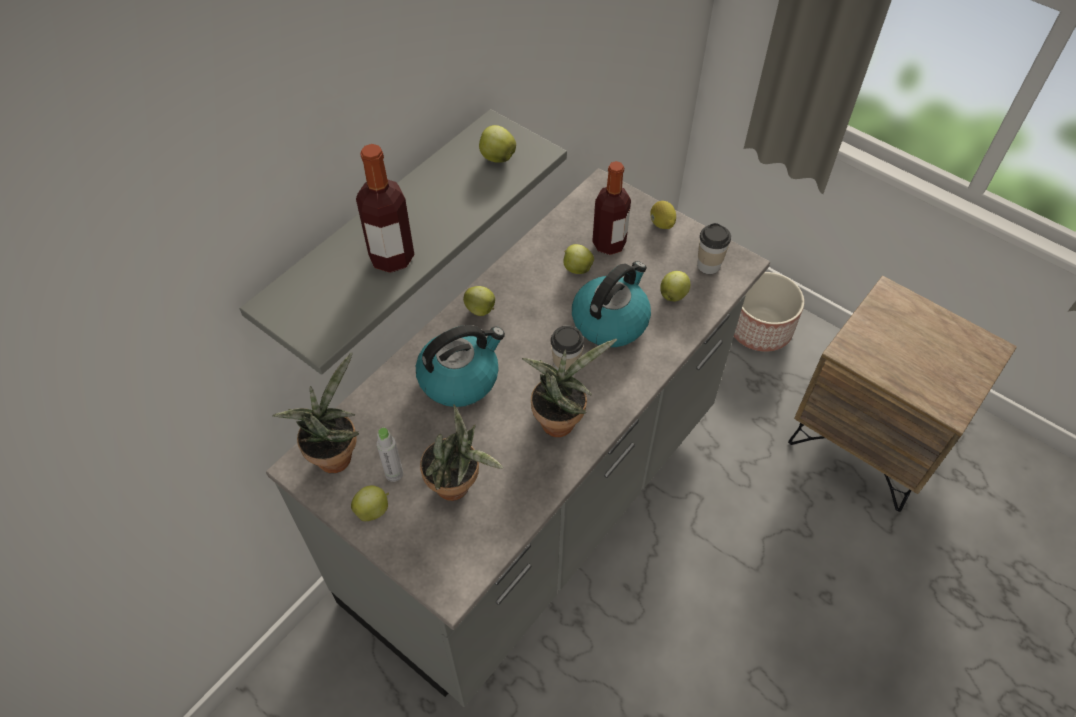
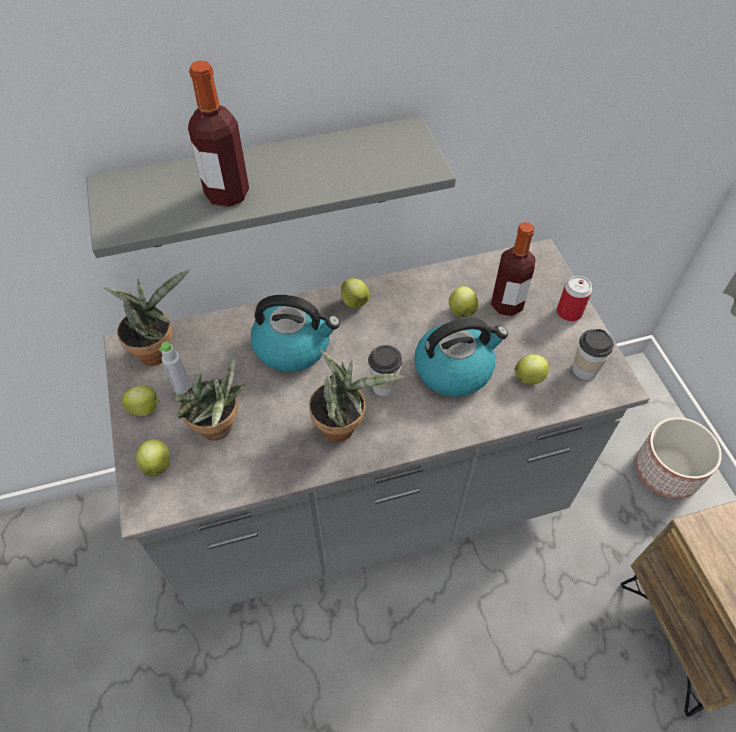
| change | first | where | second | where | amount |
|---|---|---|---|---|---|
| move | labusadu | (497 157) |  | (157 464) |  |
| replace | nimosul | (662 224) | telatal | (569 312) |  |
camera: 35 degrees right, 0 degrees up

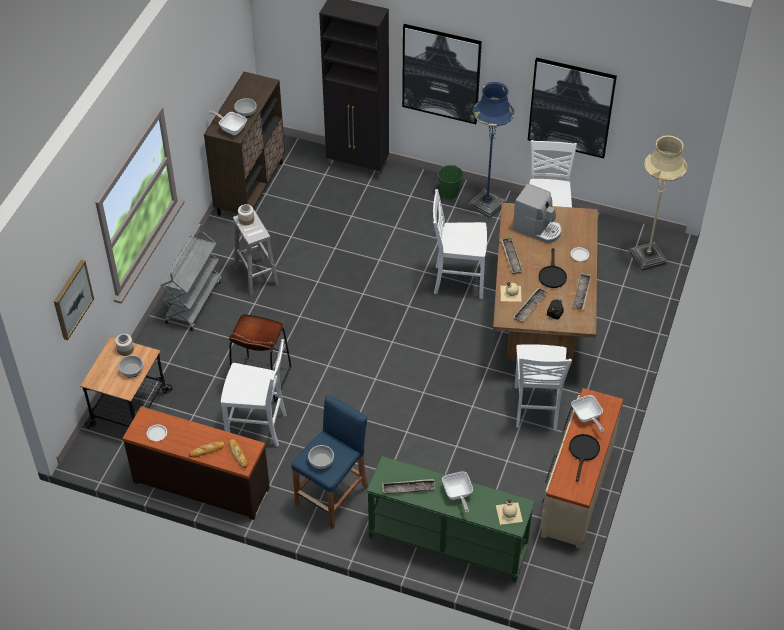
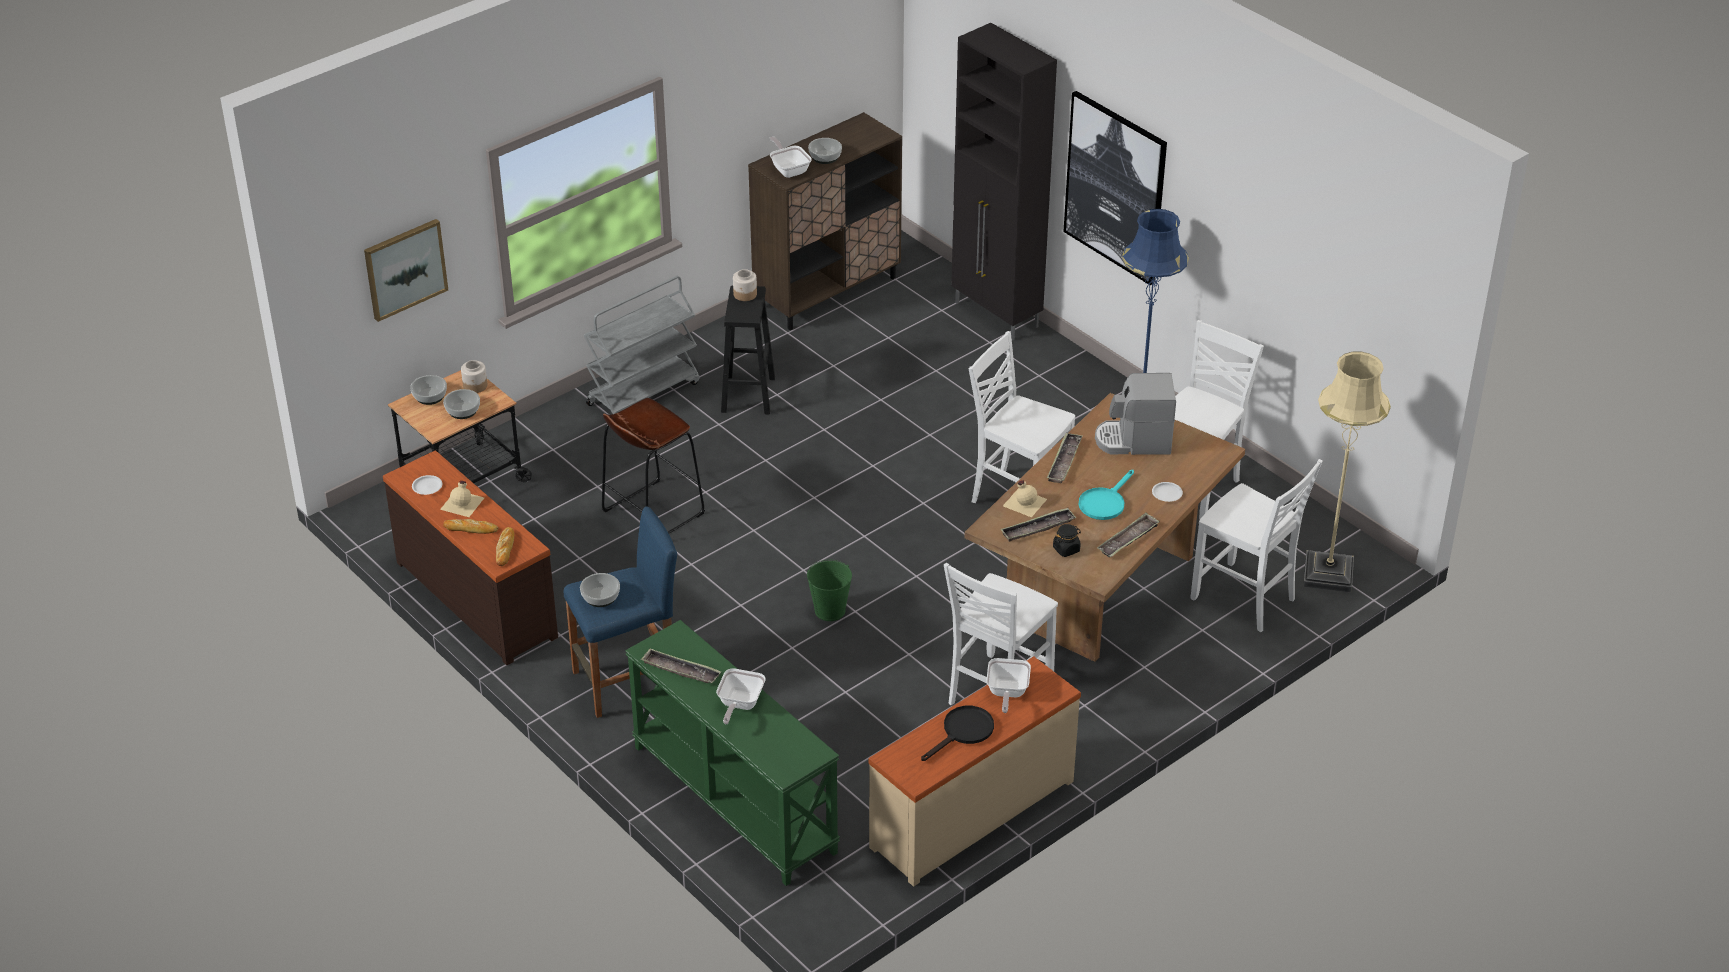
| change | first | where | second | where | amount |
|---|---|---|---|---|---|
| move | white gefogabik | (258 427) |  | (1245 599) |  |
| recolor | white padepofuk | (256 276) | black padepofuk | (748 394) |  |
| move | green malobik | (449 193) |  | (830 610) |  |
| move | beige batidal | (509 513) |  | (463 503) |  |
| rotate | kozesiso | (537 229) |  | (1133 441) | 120 degrees clockwise |
| delete | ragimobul | (571 107) |  |  |  |
| recolor | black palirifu | (552 275) | turquoise palirifu | (1104 502) |  |
| insert |  |  | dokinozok | (429 396) |  |
camera: 30 degrees right, 10 degrees down

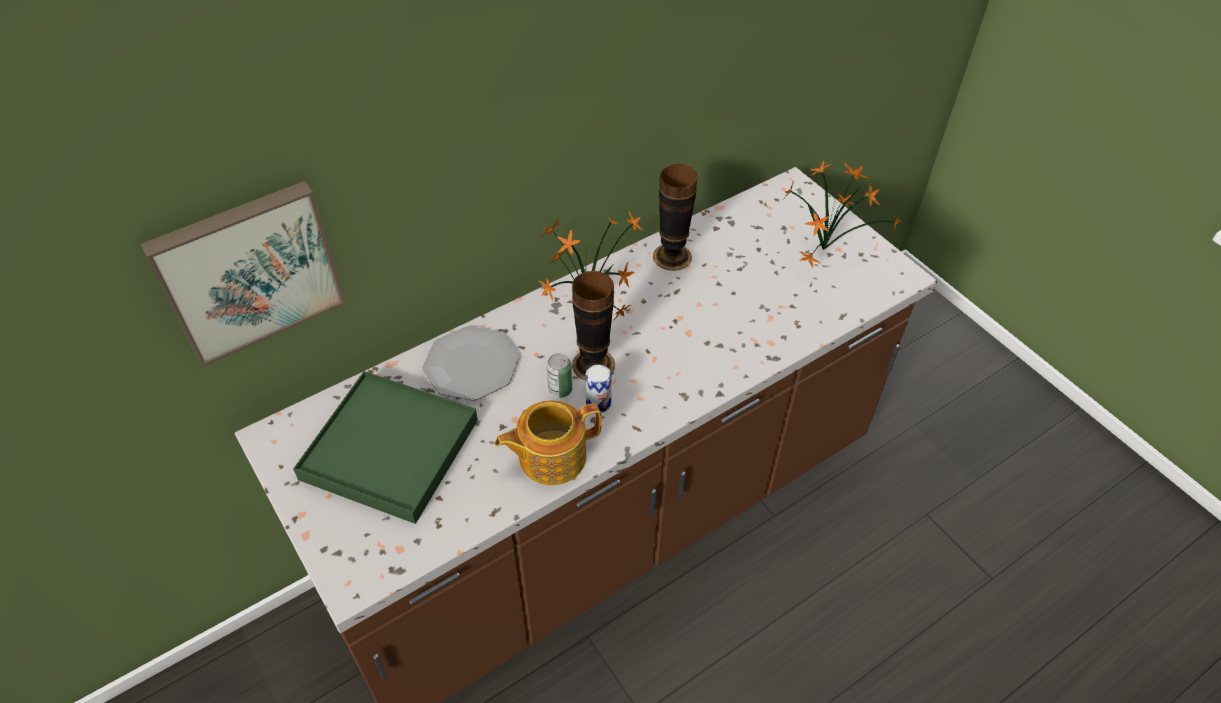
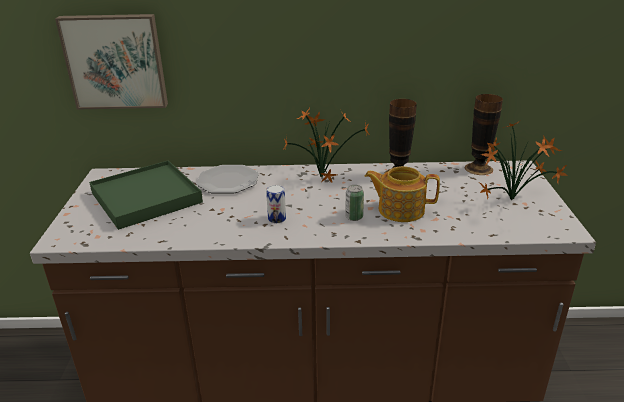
| change | first | where | second | where | amount |
|---|---|---|---|---|---|
| move | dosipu | (550 456) |  | (400 209) |  |
| move | telatal | (560 389) |  | (354 217) |  |
| move | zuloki | (593 364) |  | (478 168) |  |
camera: 35 degrees right, 20 degrees down

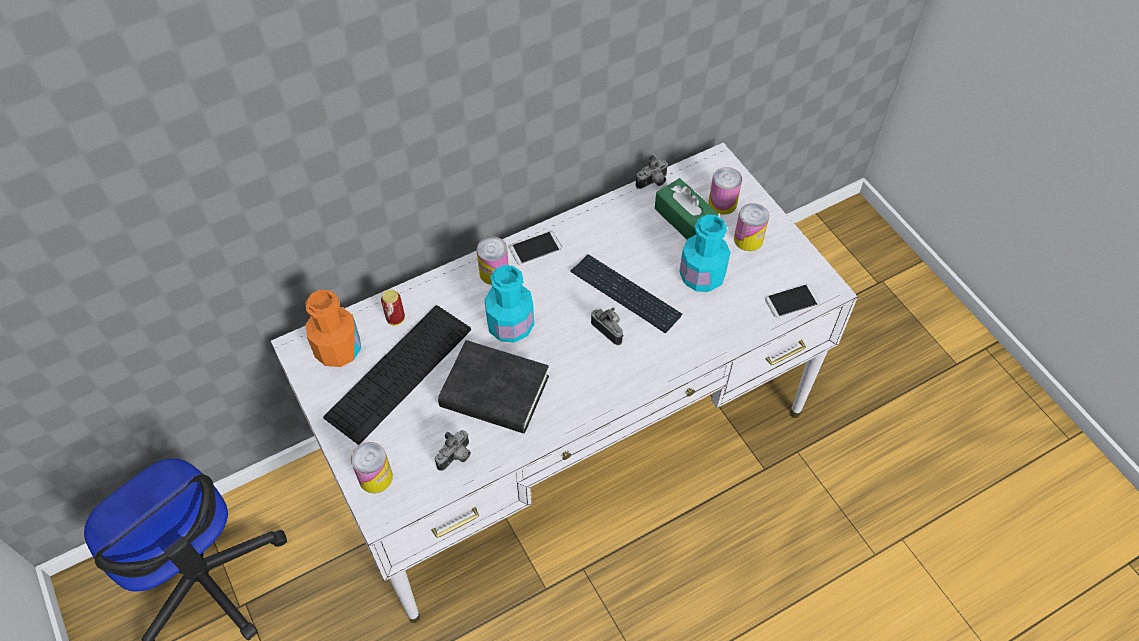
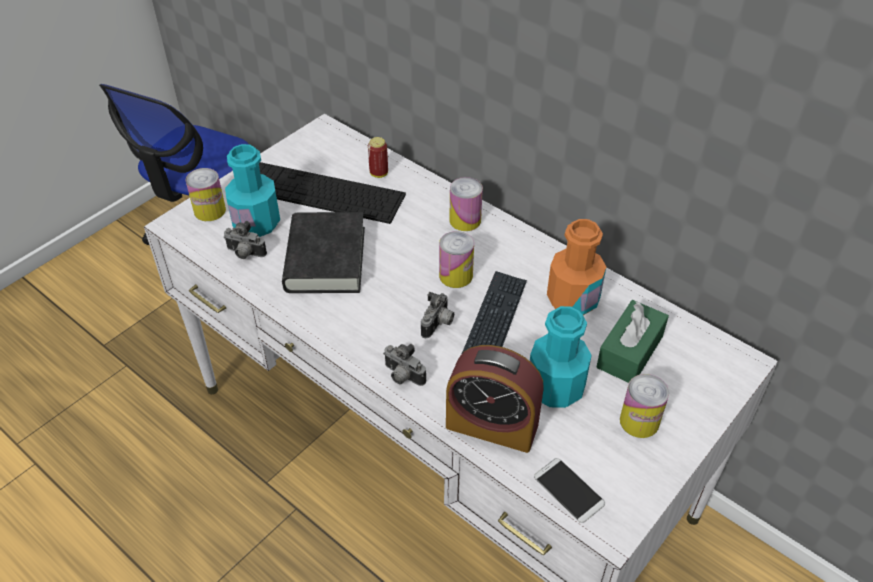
| change | first | where | second | where | amount |
|---|---|---|---|---|---|
| move | orange batidal | (338 349) |  | (572 299) |  |
| move | turquoise batidal | (510 325) |  | (256 223) |  |
| delete | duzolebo | (535 248) |  |  |  |
| move | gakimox | (653 183) |  | (402 377) |  |
| move | telatal | (722 203) |  | (456 275) |  |
| insert |  |  | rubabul | (492 425) |  |
camera: 70 degrees right, 10 degrees down

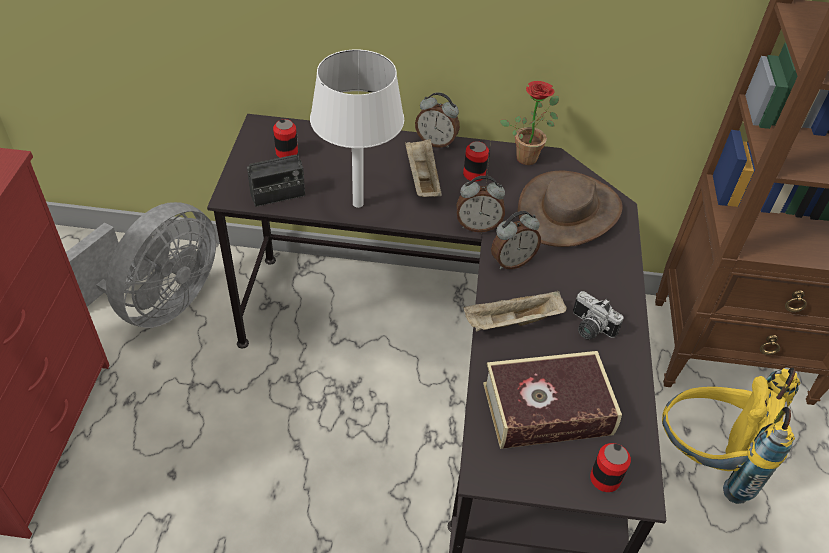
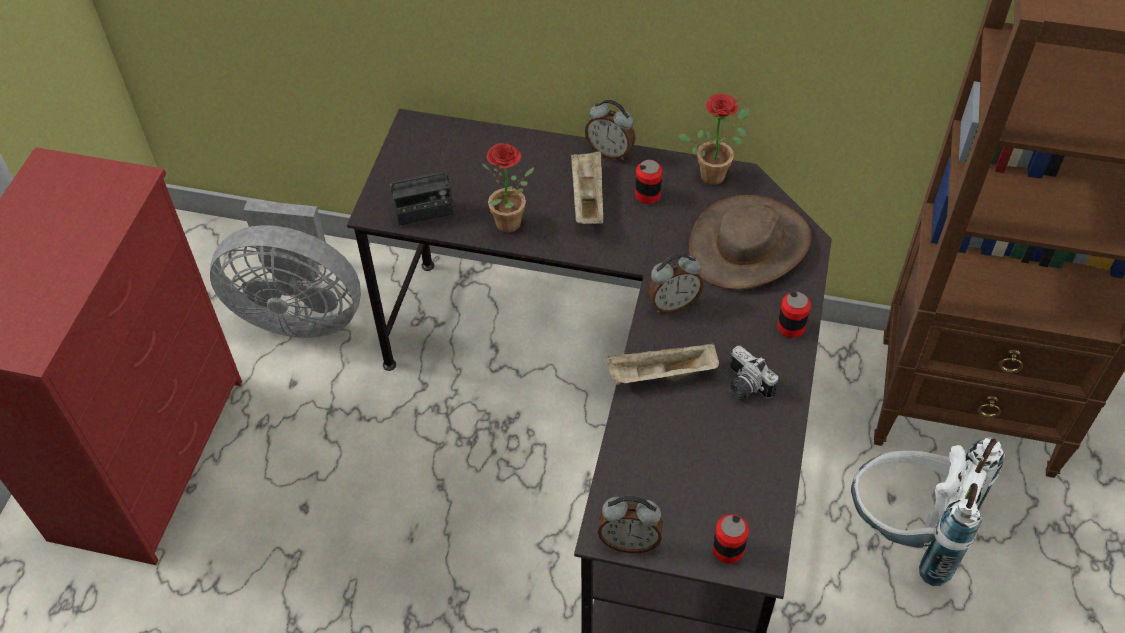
| change | first | where | second | where | amount |
|---|---|---|---|---|---|
| rotate | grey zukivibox | (159 304) |  | (299 313) | 60 degrees clockwise |
| move | telatal | (286 152) |  | (791 327) |  |
| replace | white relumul | (358 204) | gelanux | (511 227) |  |
| move | rubabul | (478 226) |  | (629 541) |  |
| delete | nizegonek | (547 409) |  |  |  |
| recolor | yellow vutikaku | (704 460) | white vutikaku | (905 534) |  |
camera: 10 degrees right, 5 degrees up

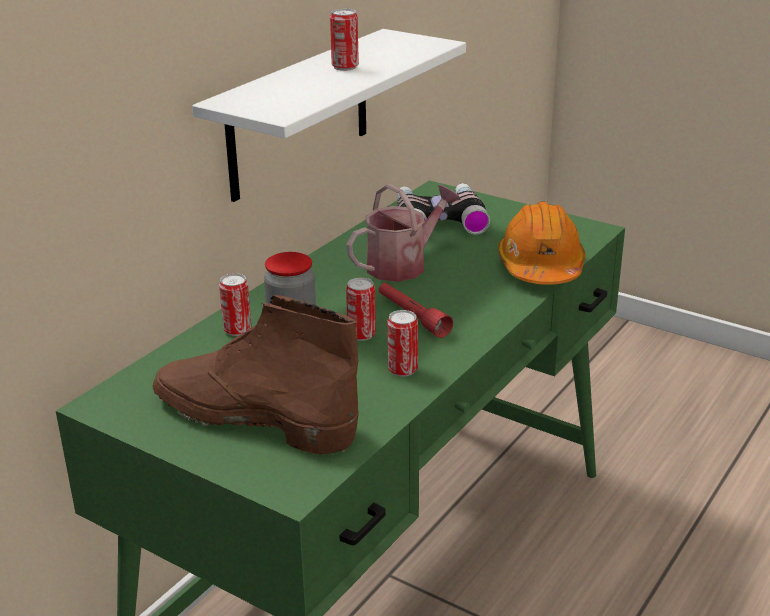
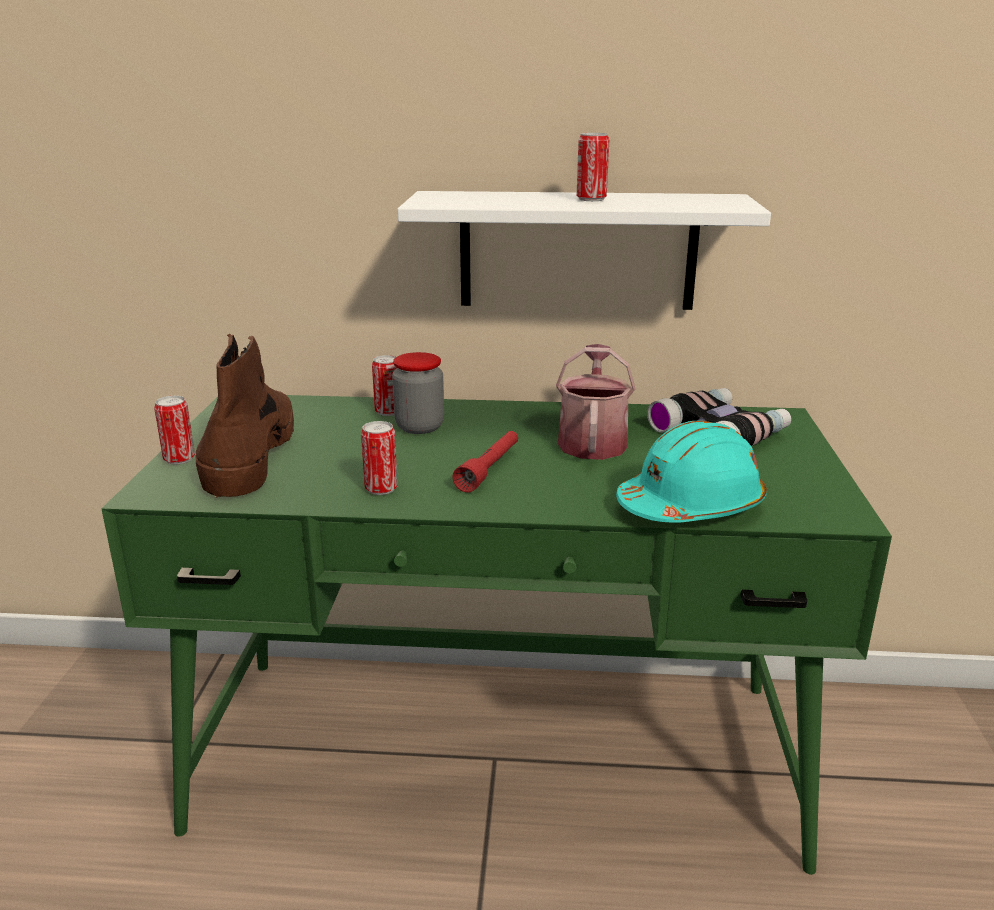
| change | first | where | second | where | amount |
|---|---|---|---|---|---|
| rotate | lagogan | (403 264) |  | (592 440) | 105 degrees counterclockwise |
| move | telatal | (361 335) |  | (179 459) |  |
| recolor | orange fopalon | (541 267) | turquoise fopalon | (691 506) |  |
camera: 60 degrees right, 5 degrees down

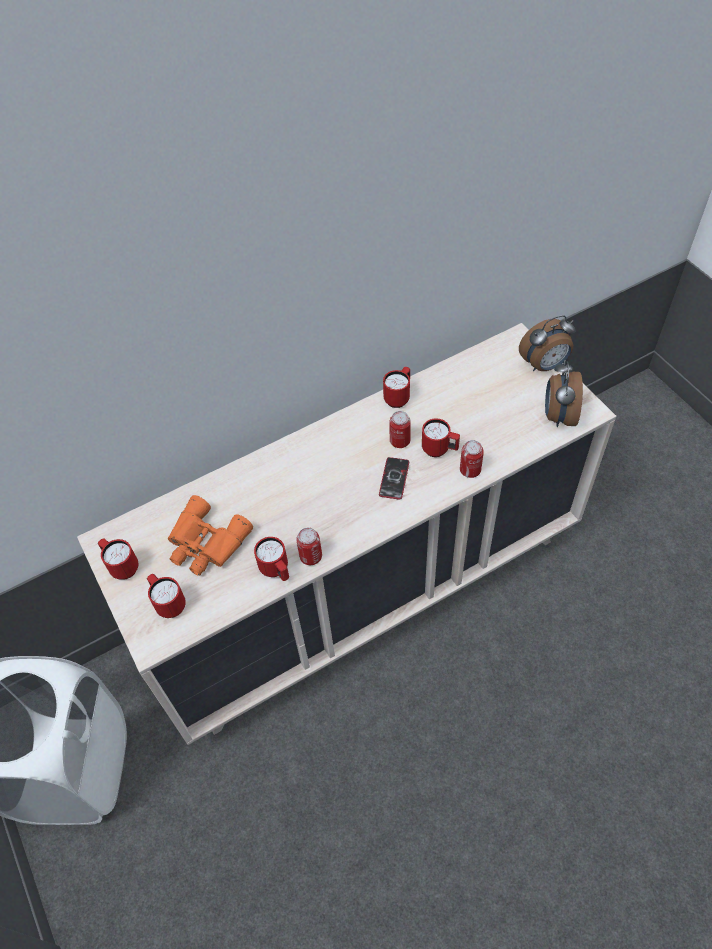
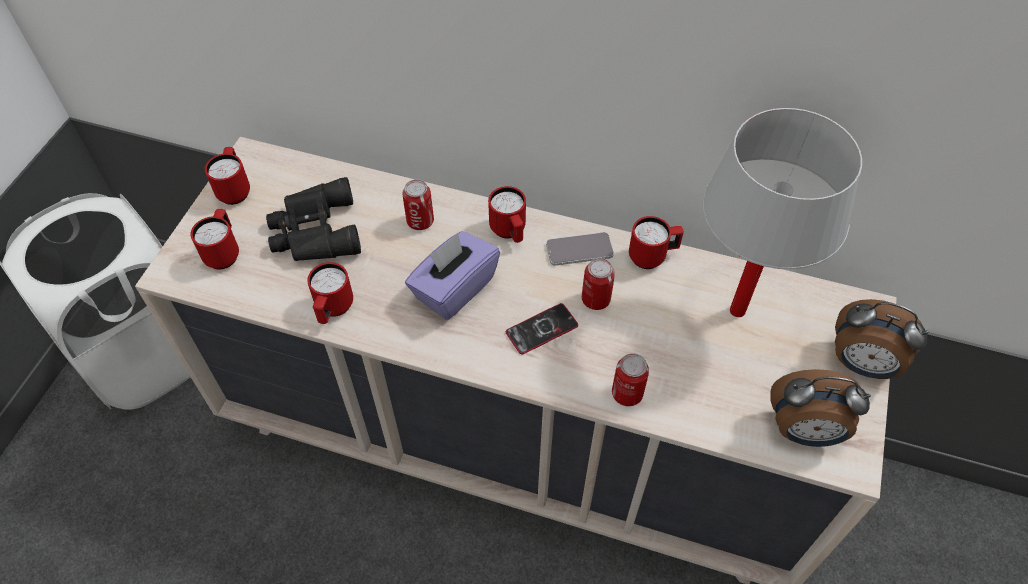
| change | first | where | second | where | amount |
|---|---|---|---|---|---|
| recolor | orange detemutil | (206 544) | black detemutil | (314 231) |  |
| move | telatal | (311 556) |  | (420 221) |  |
| move | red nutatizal | (439 450) |  | (509 232) |  |
| rotate | rubabul | (558 415) |  | (804 431) | 135 degrees counterclockwise |
| insert |  |  | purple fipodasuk | (454 289) |  |
| insert |  |  | duzolebo | (579 250) |  |
| insert |  |  | white relumul | (737 310) |  |
camera: 45 degrees right, 0 degrees up

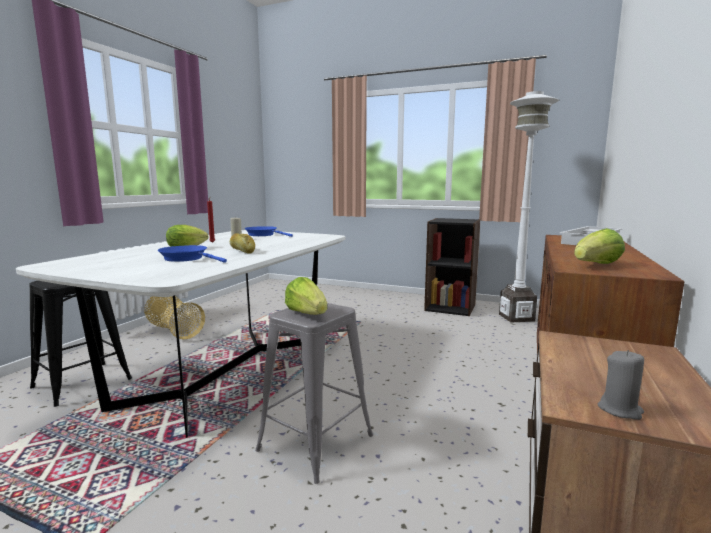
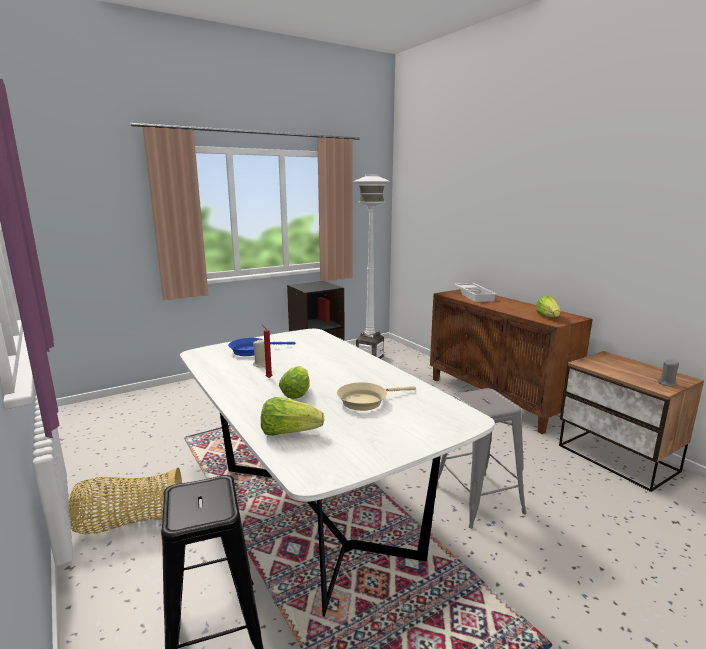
| change | first | where | second | where | amount |
|---|---|---|---|---|---|
| recolor | blue palirifu | (187 259) | beige palirifu | (366 401) |  |
| delete | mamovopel | (242 251) |  |  |  |
| move | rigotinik | (307 314) |  | (289 432) |  |
camera: 55 degrees left, 5 degrees up

